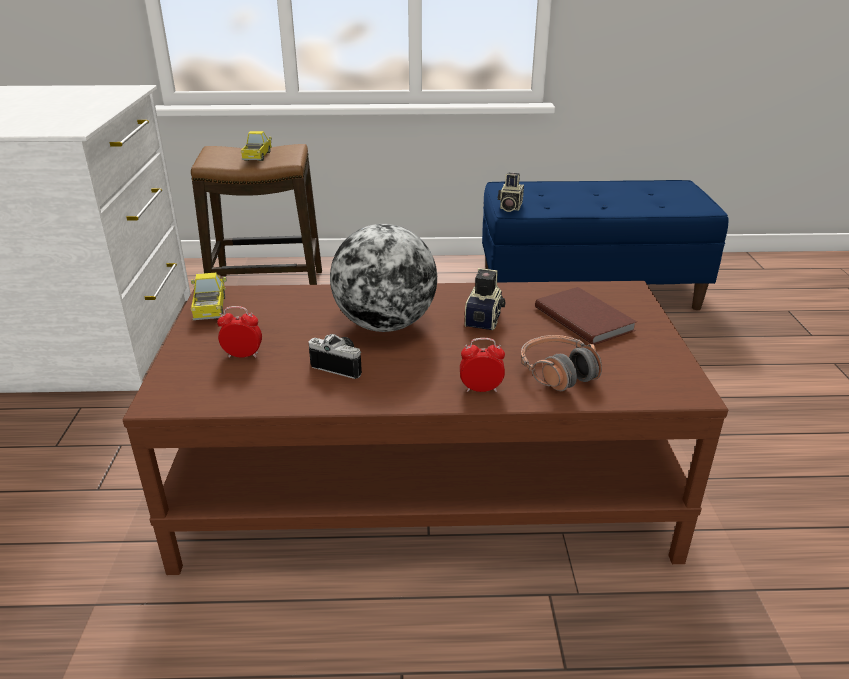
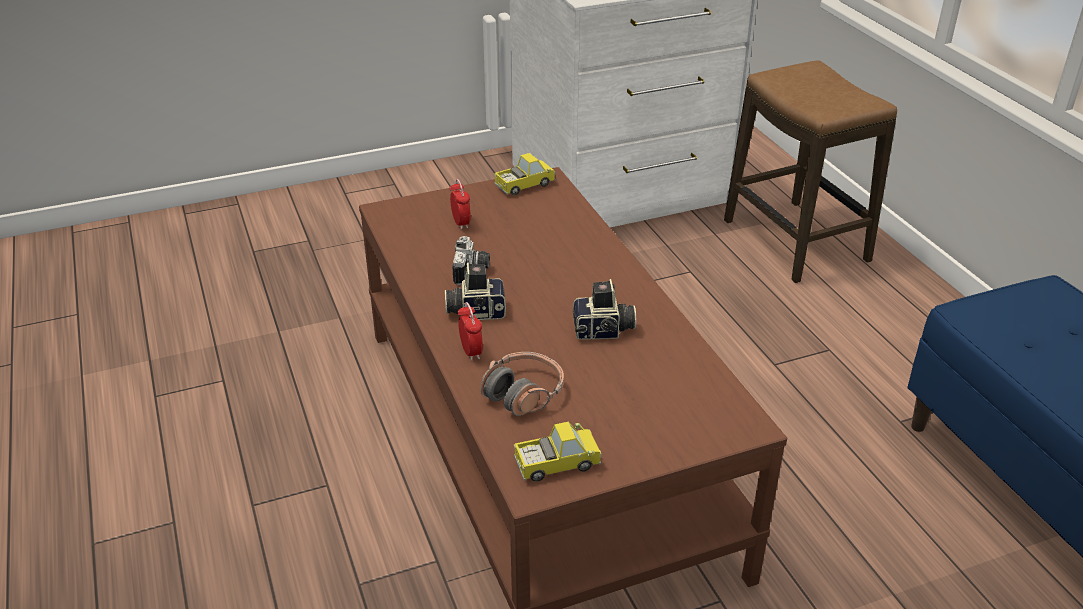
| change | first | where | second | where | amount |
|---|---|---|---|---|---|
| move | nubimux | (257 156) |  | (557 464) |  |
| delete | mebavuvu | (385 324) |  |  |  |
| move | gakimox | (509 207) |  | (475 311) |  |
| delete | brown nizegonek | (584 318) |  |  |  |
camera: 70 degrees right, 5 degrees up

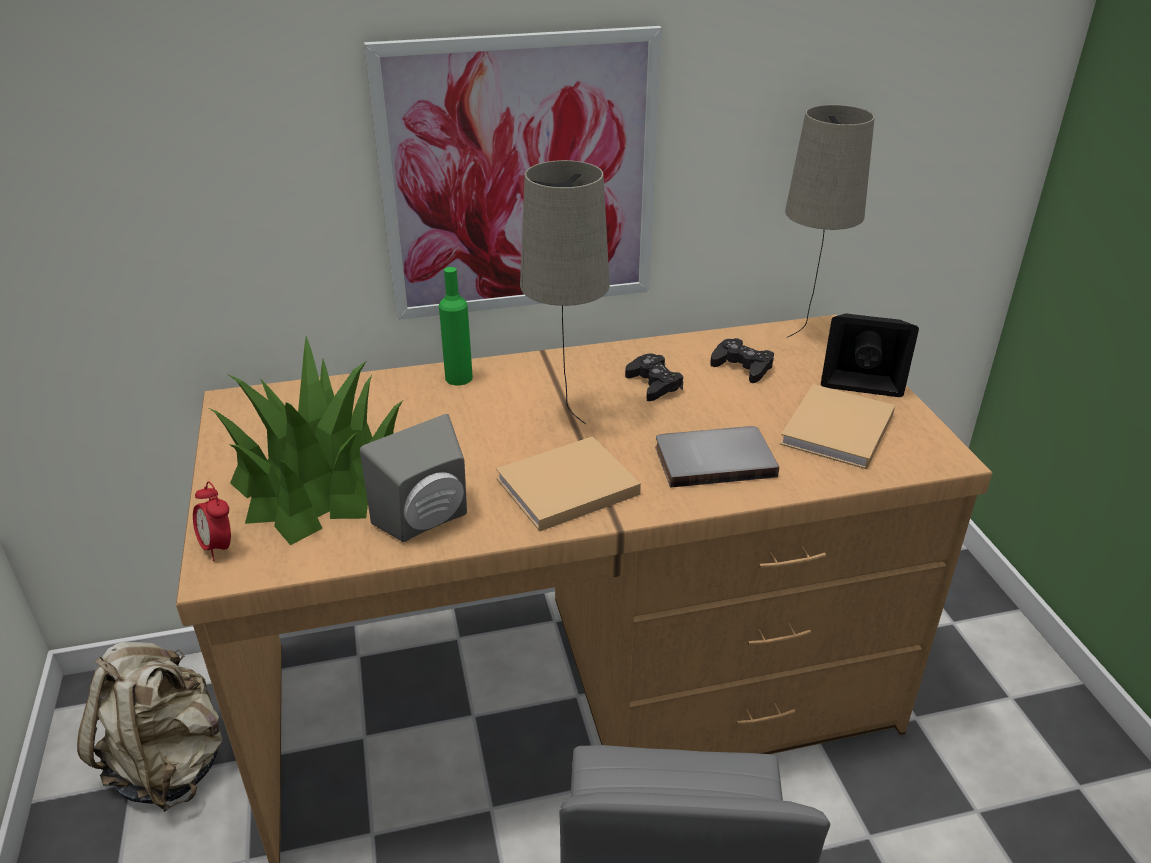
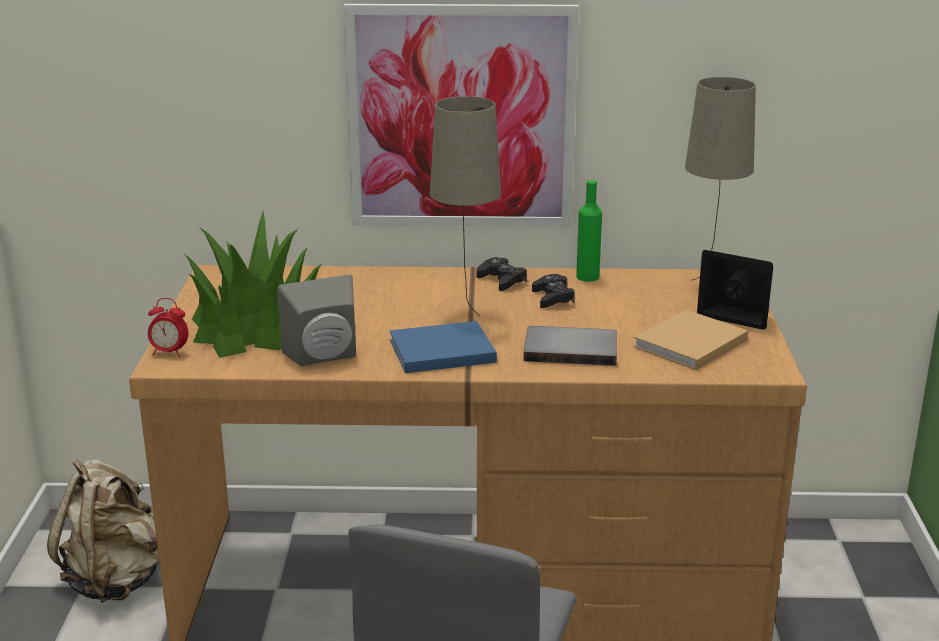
| change | first | where | second | where | amount |
|---|---|---|---|---|---|
| rotate | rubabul | (218 547) |  | (169 352) | 60 degrees counterclockwise |
| move | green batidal | (459 378) |  | (587 277) |  |
| recolor | beige nizegonek | (564 488) | blue nizegonek | (438 351) |  |
| move | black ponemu | (742 367) |  | (502 280) |  |
camera: 15 degrees right, 10 degrees down

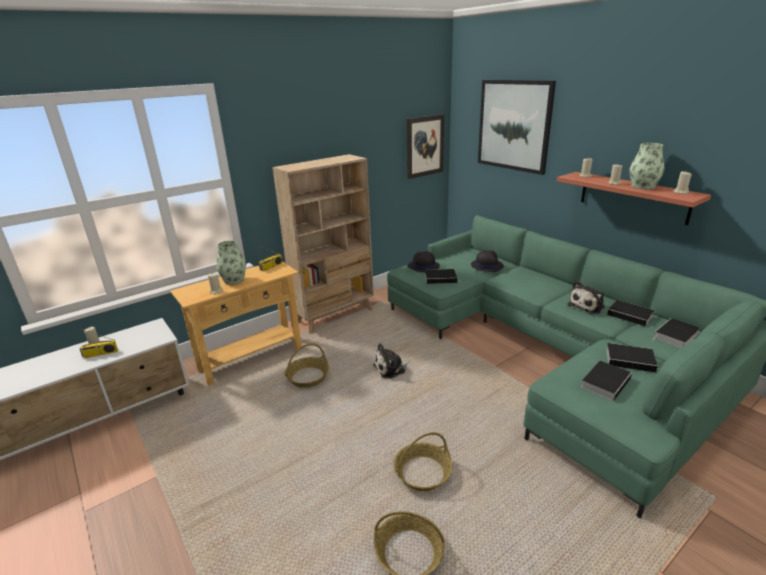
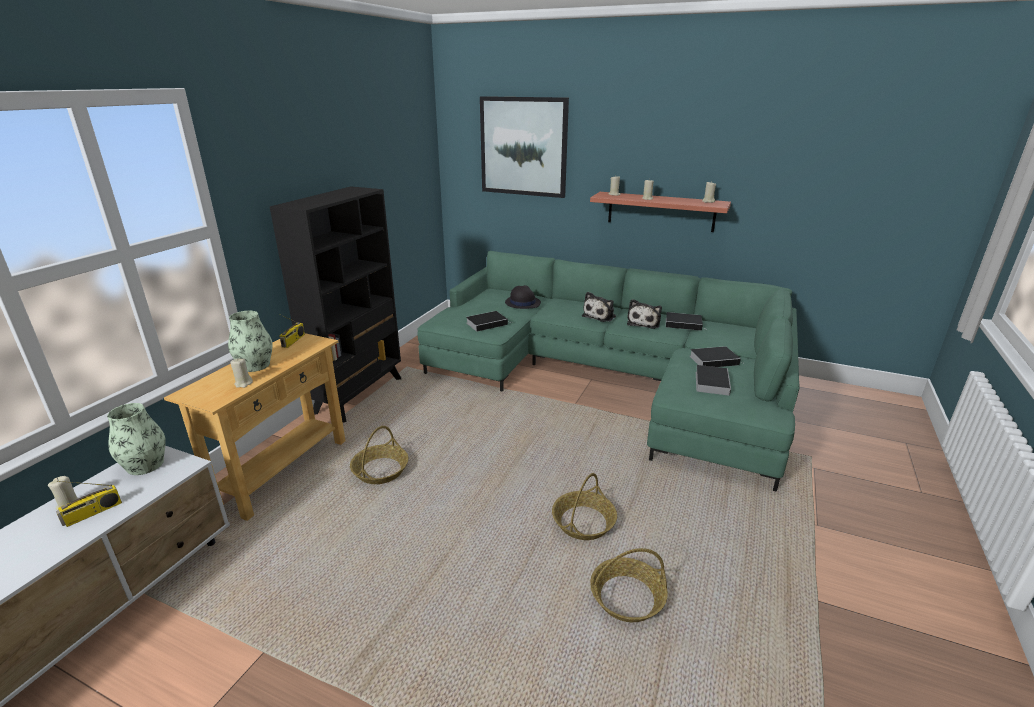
| change | first | where | second | where | amount |
|---|---|---|---|---|---|
| recolor | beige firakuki | (335 315) | black firakuki | (359 395) |  |
| move | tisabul | (391 368) |  | (600 316) |  |
| delete | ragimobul | (424 146) |  |  |  |
| delete | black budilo | (423 266) |  |  |  |
| move | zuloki | (643 186) |  | (145 465) |  |
| delete | nizegonek | (675 336) |  |  |  |
camera: 30 degrees left, 0 degrees up

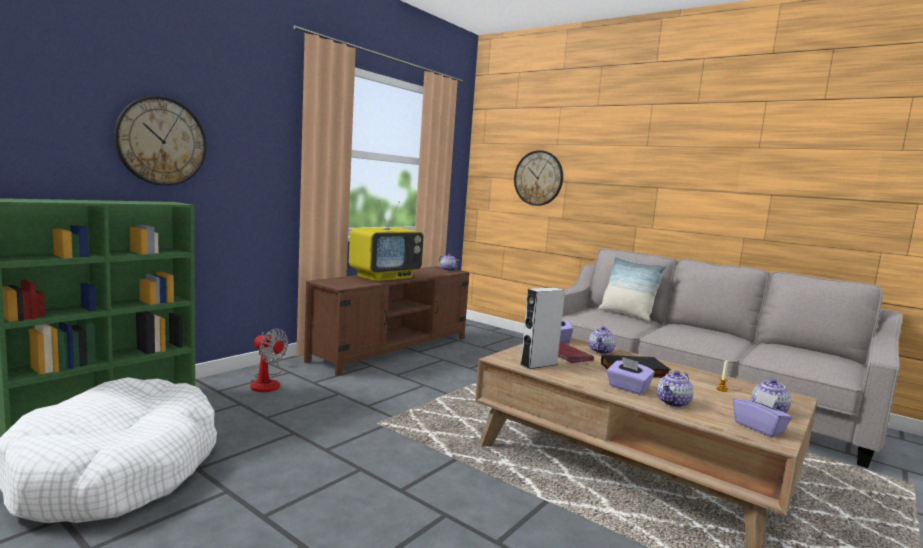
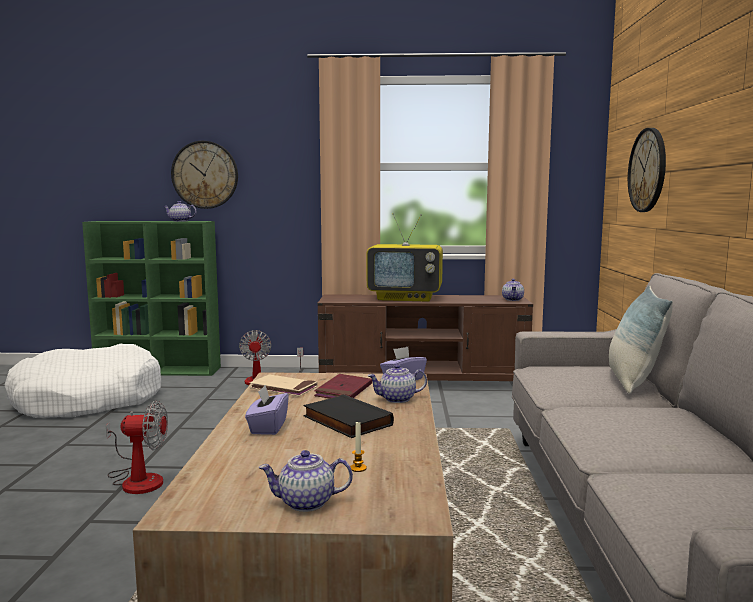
| change | first | where | second | where | amount |
|---|---|---|---|---|---|
| replace | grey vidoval | (538 364) | beige nizegonek | (283 388) |  |
| move | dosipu | (673 403) |  | (180 221) |  |
| delete | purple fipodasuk | (759 428) |  |  |  |
| insert |  |  | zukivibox | (137 479) |  |
camera: 55 degrees right, 0 degrees up

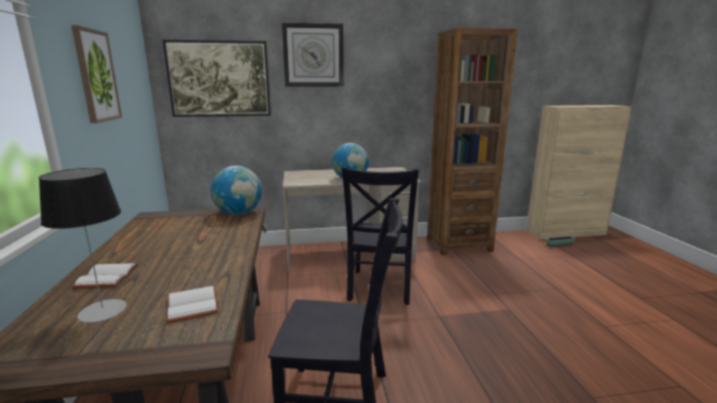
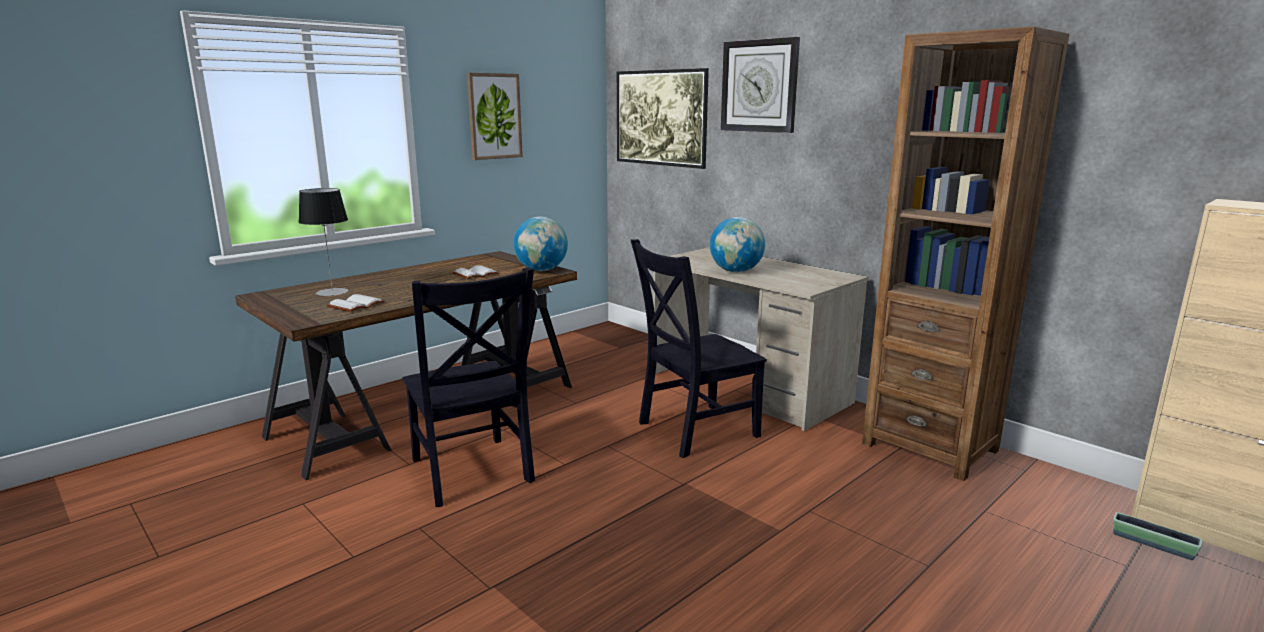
| change | first | where | second | where | amount |
|---|---|---|---|---|---|
| move | white nizegonek | (106 277) |  | (475 274) |  |
camera: 55 degrees right, 0 degrees up

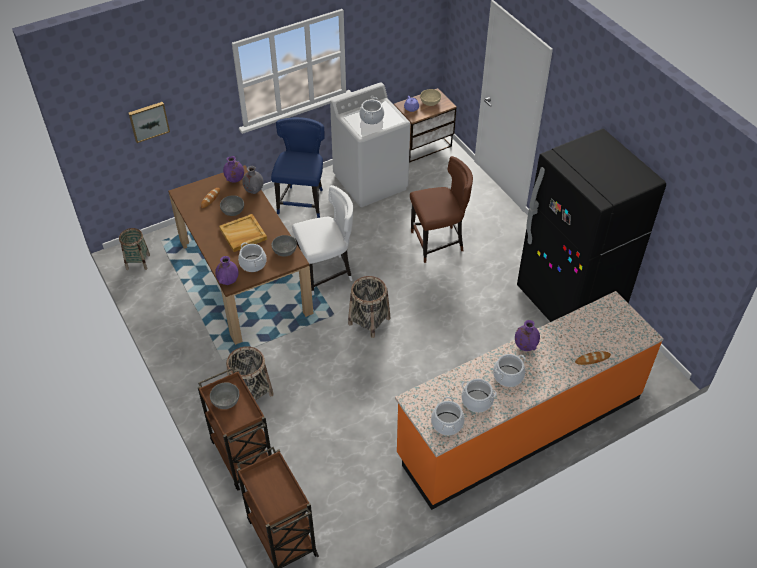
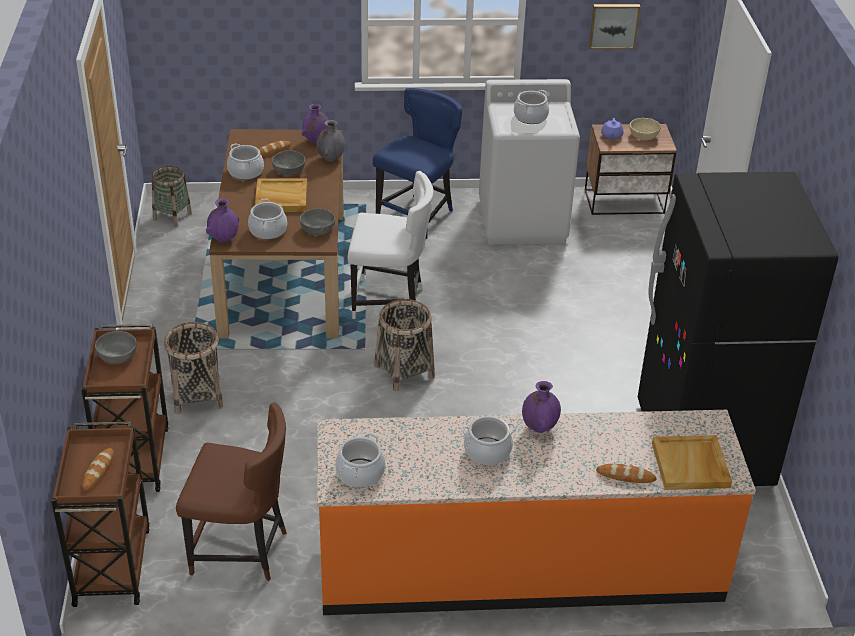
| change | first | where | second | where | amount |
|---|---|---|---|---|---|
| move | ragimobul | (148 121) |  | (613 25) |  |
| move | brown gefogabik | (438 243) |  | (241 550) |  |
| move | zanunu | (477 401) |  | (246 172) |  |
| insert |  |  | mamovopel | (98 471) |  |
| insert |  |  | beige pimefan | (691 465) |  |
camera: 25 degrees right, 10 degrees down

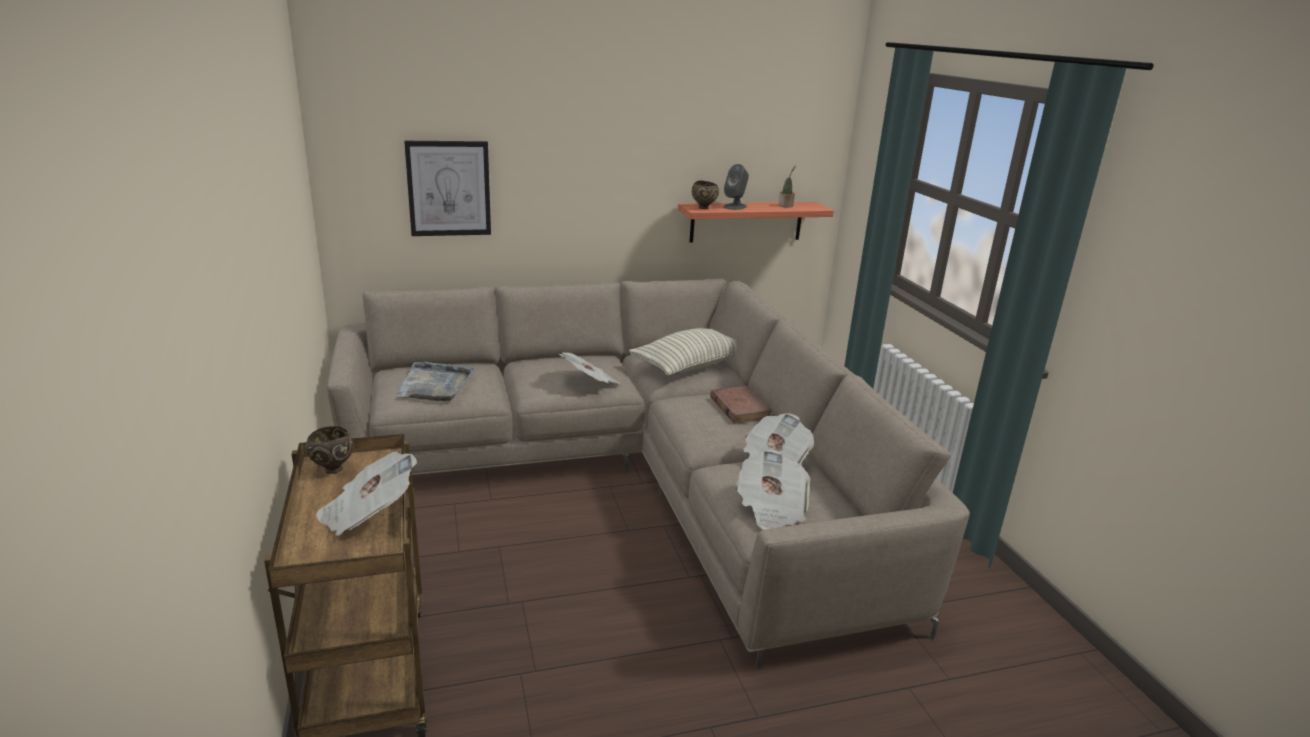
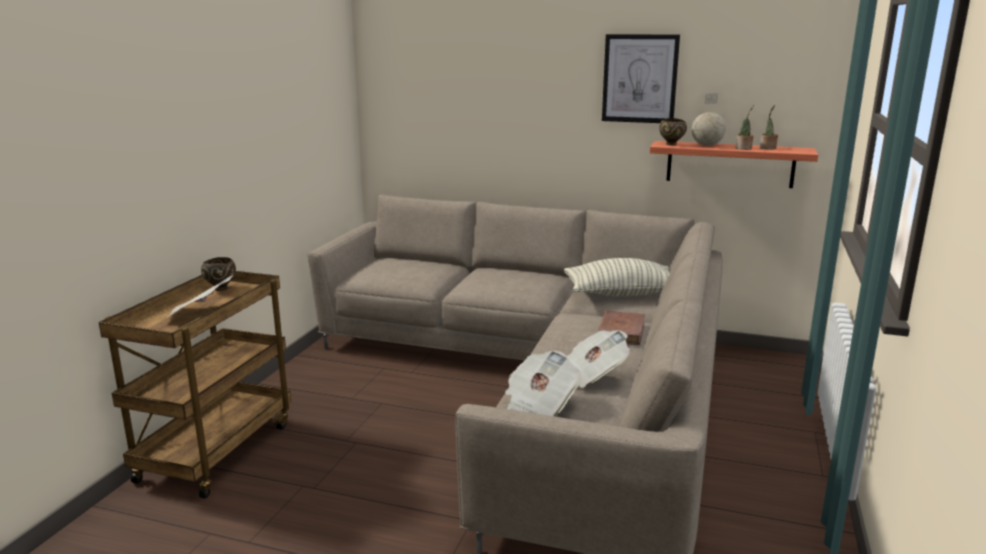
| change | first | where | second | where | amount |
|---|---|---|---|---|---|
| delete | grey pimefan | (435 385) |  |  |  |
| move | ragimobul | (449 188) |  | (639 78) |  |
| delete | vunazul | (590 383) |  |  |  |
| replace | grey vidoval | (735 206) | mebavuvu | (707 145) |  |
| insert |  |  | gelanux | (744 148) |  |
camera: 35 degrees right, 5 degrees down

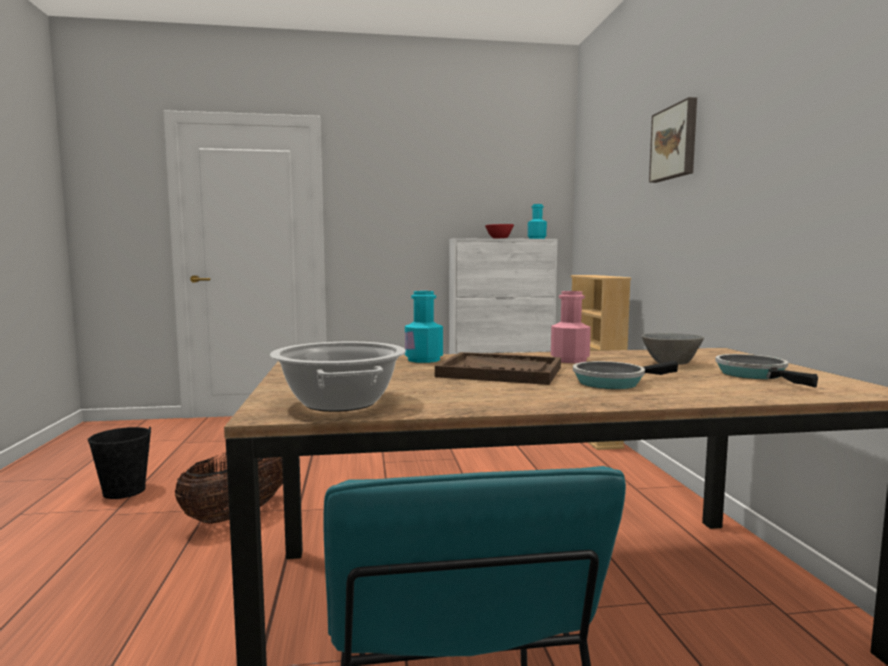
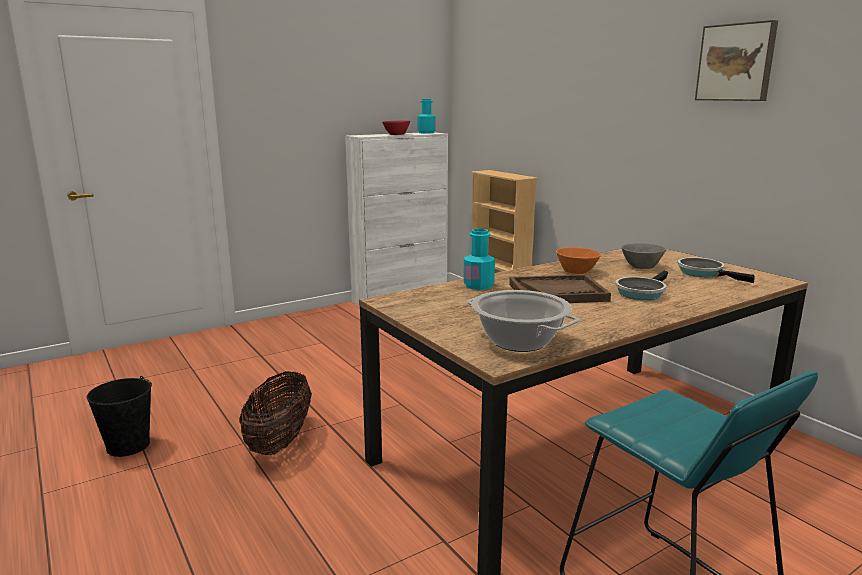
| change | first | where | second | where | amount |
|---|---|---|---|---|---|
| replace | pink batidal | (569 360) | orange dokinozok | (577 272) |  |
| move | ragimobul | (675 142) |  | (736 62) |  |
camera: 25 degrees left, 10 degrees up

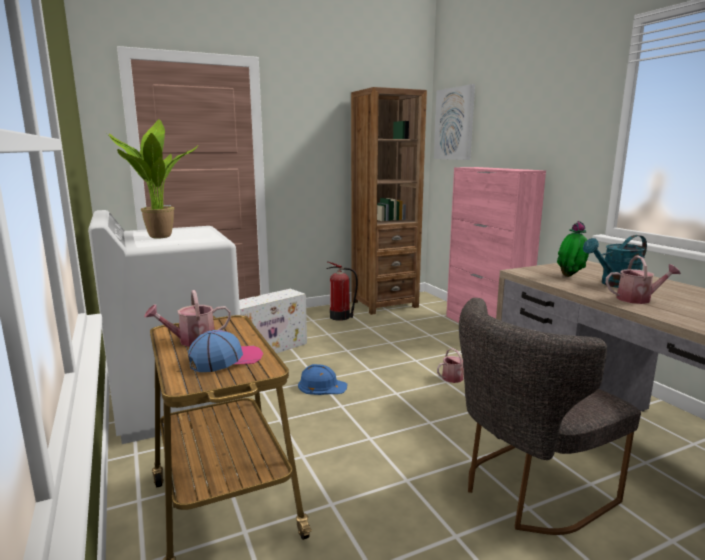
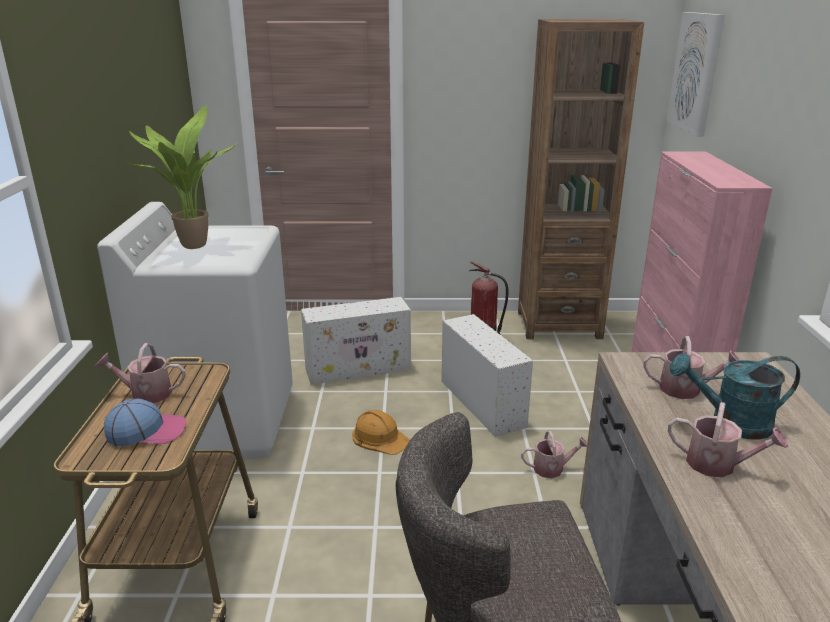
| change | first | where | second | where | amount |
|---|---|---|---|---|---|
| recolor | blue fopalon | (322 386) | orange fopalon | (380 437) |  |
| replace | gelanux | (571 276) | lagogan | (686 389) |  |
| insert |  |  | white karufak | (481 402) |  |
camera: 25 degrees right, 10 degrees up

